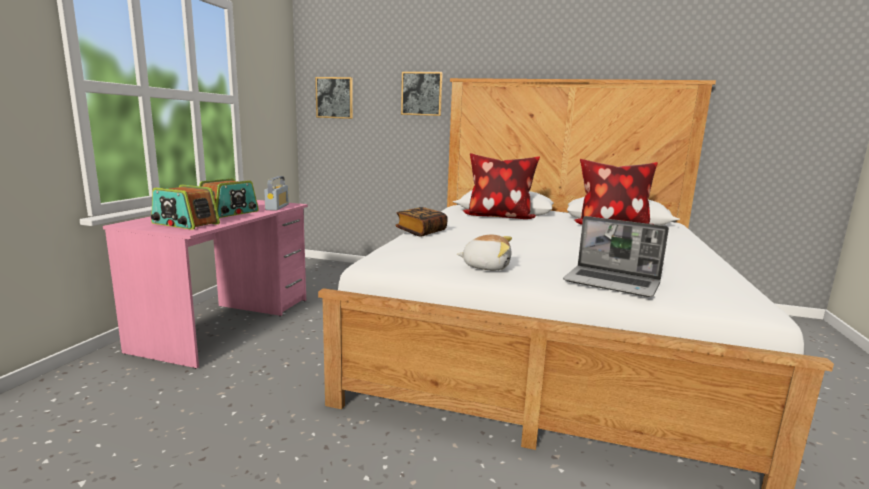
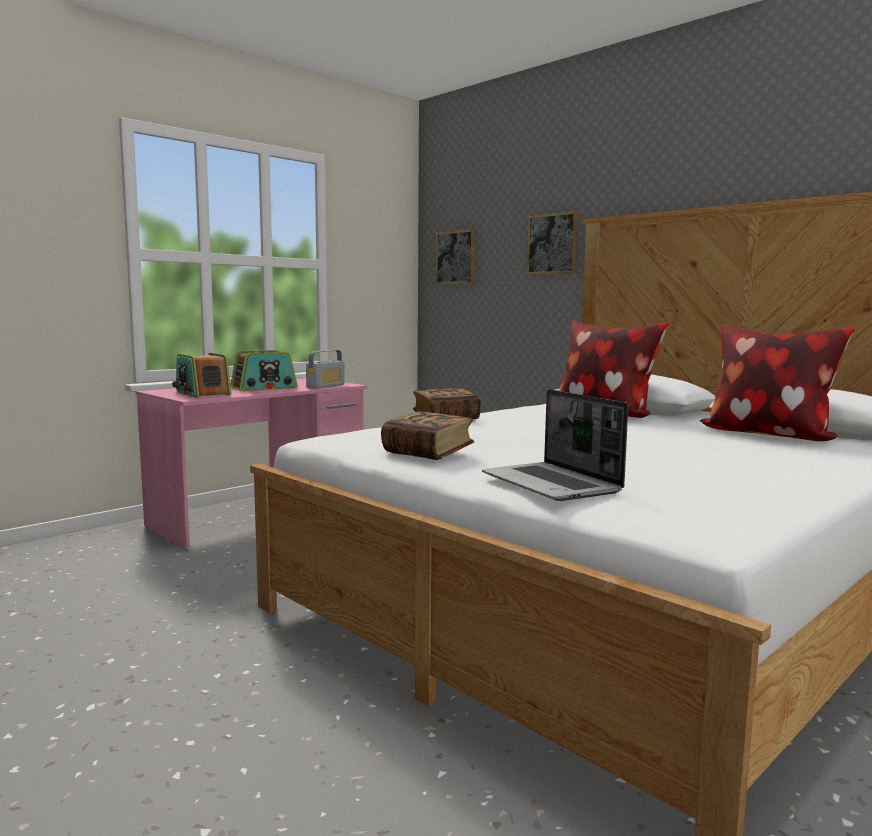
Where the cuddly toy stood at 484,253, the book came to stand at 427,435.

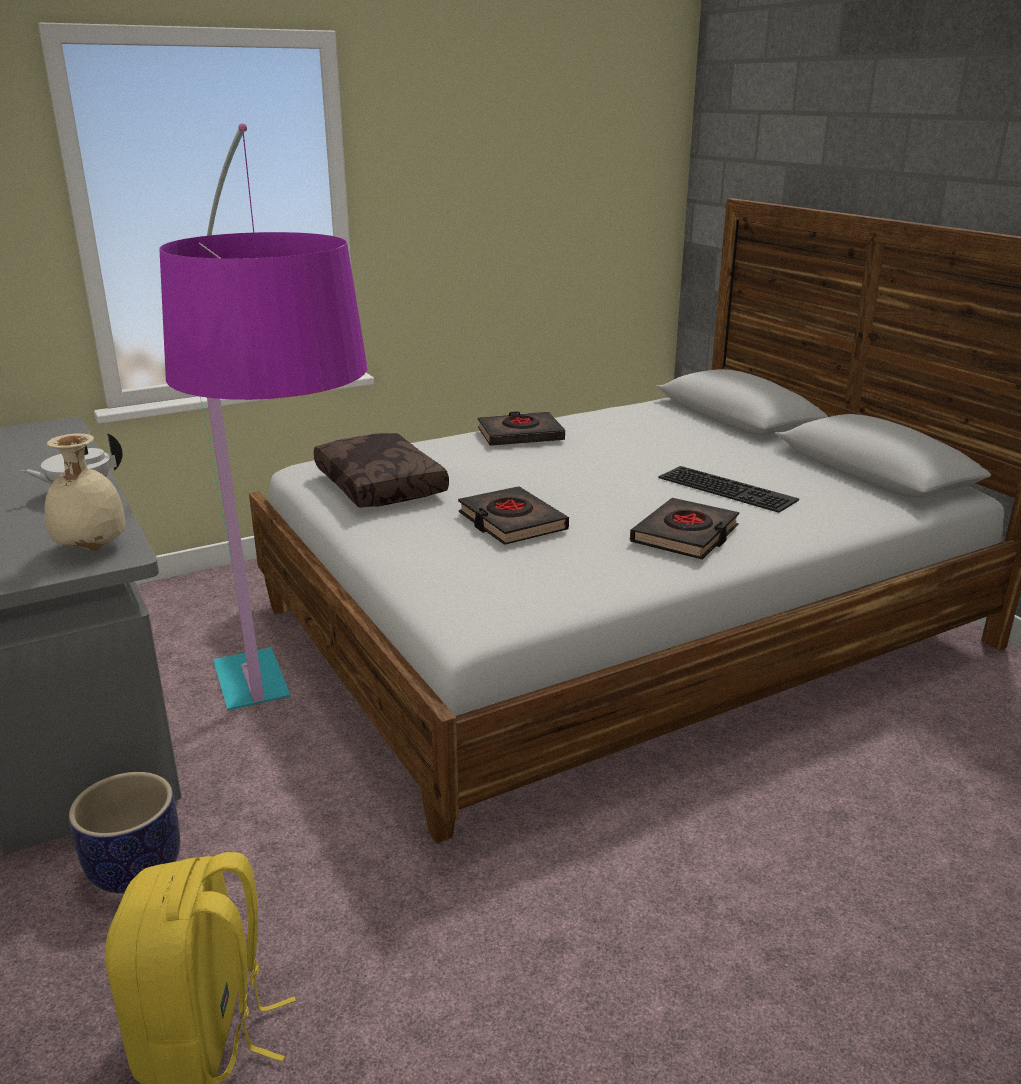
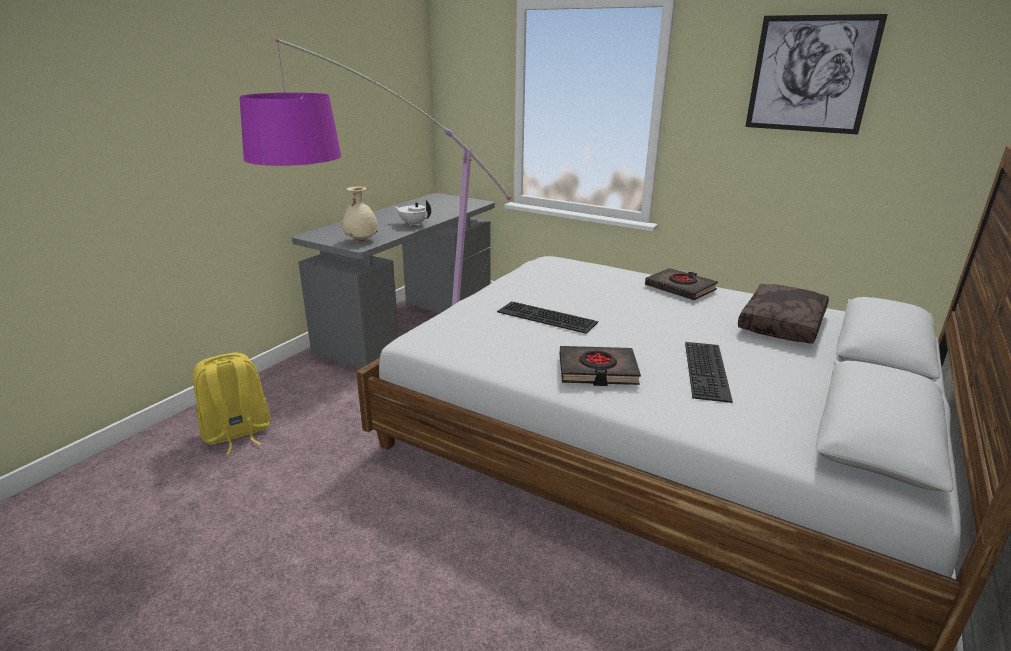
The second view lost the planter at 124,833.
The cushion (brown-coloured) ended up elsewhere, having gone from 381,470 to 783,314.
Where the book (black) stood at 513,515, the computer keyboard came to stand at 547,317.
The second view gained the picture at 816,74.

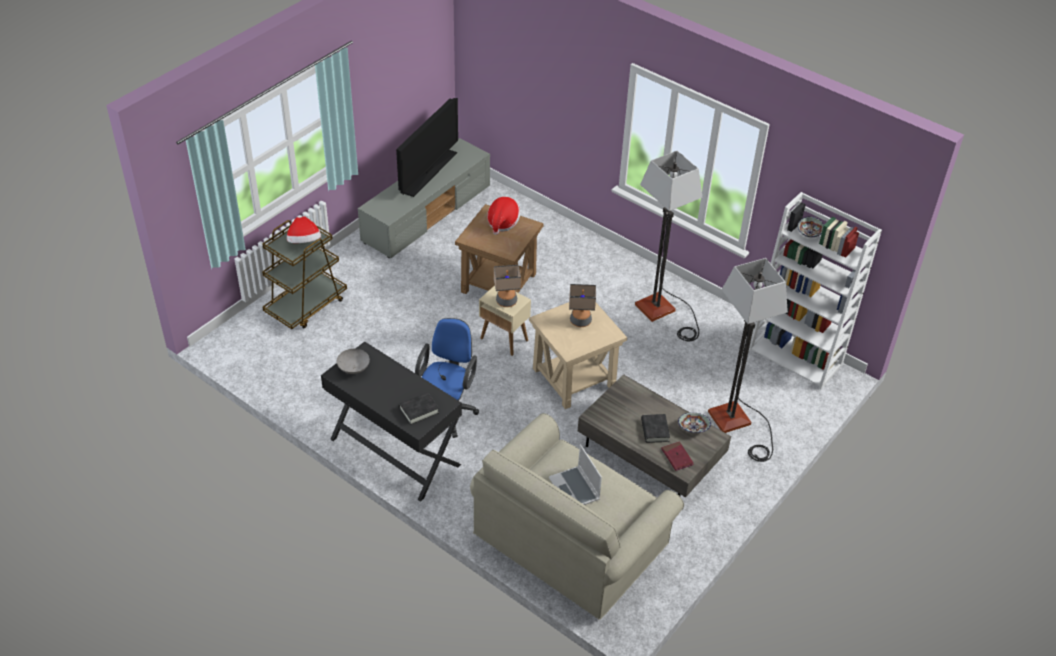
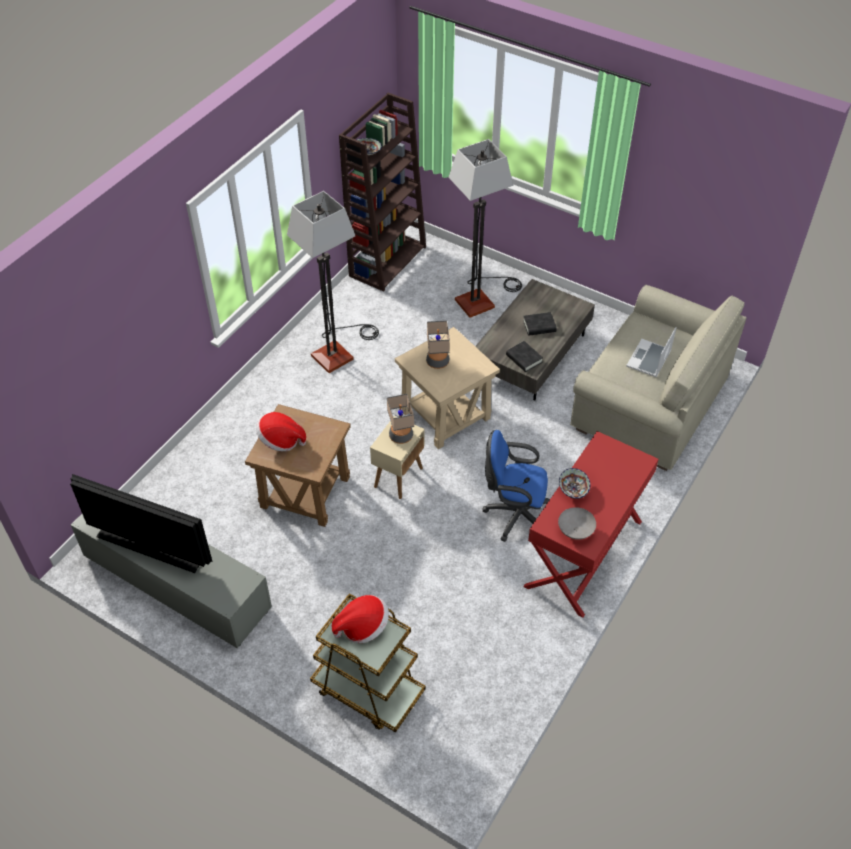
What was the desk table (black) at 391,421 turned into the desk table (red) at 591,524.
The book (black) ended up elsewhere, having gone from 419,409 to 524,356.
The laptop at 575,474 ended up facing another way, 150 degrees clockwise from before.
The second view lost the book (red) at 677,456.
The serving bowl ended up elsewhere, having gone from 694,422 to 574,483.
What was the bookcase (whitish) at 815,290 turned into the bookcase (brown-coloured) at 382,192.

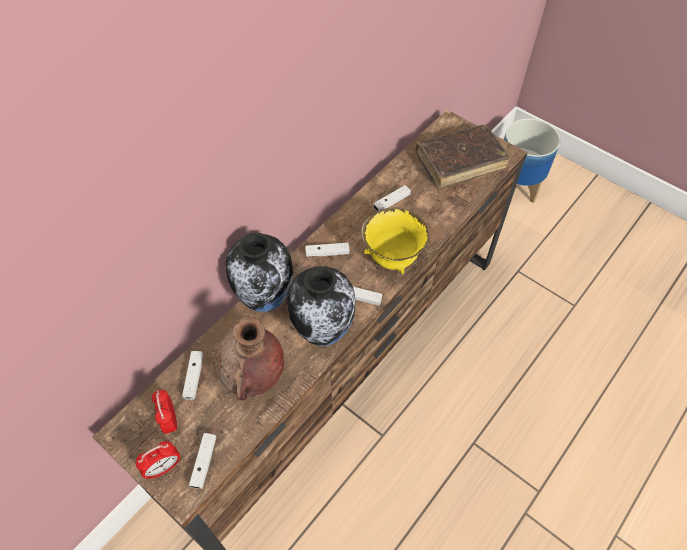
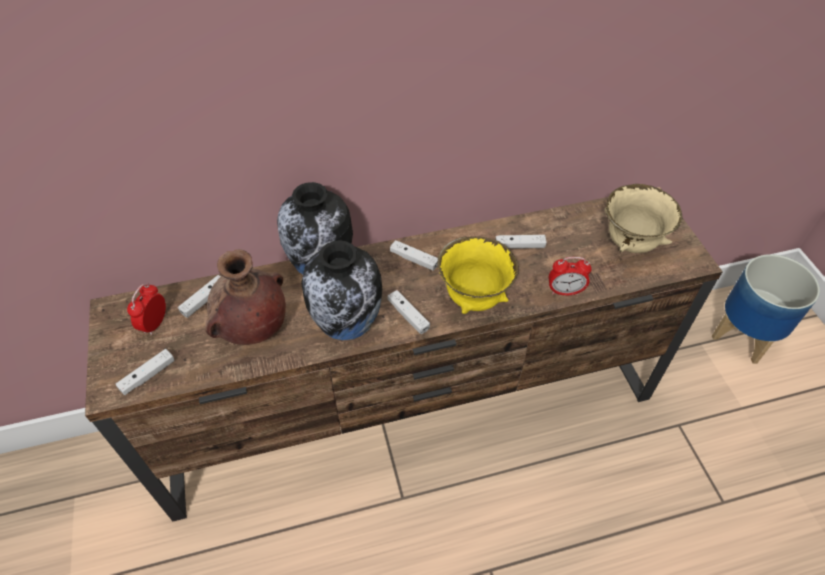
The table clock ended up elsewhere, having gone from 158,460 to 570,276.
Where the book (brown-coloured) stood at 463,157, the serving bowl (beige) came to stand at 644,218.

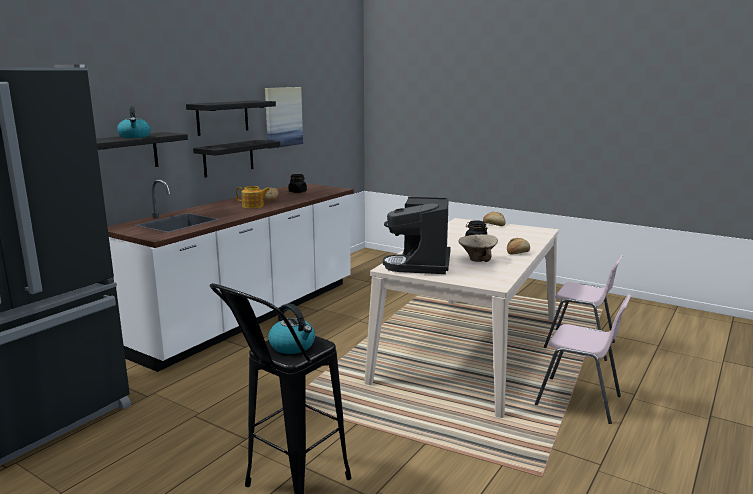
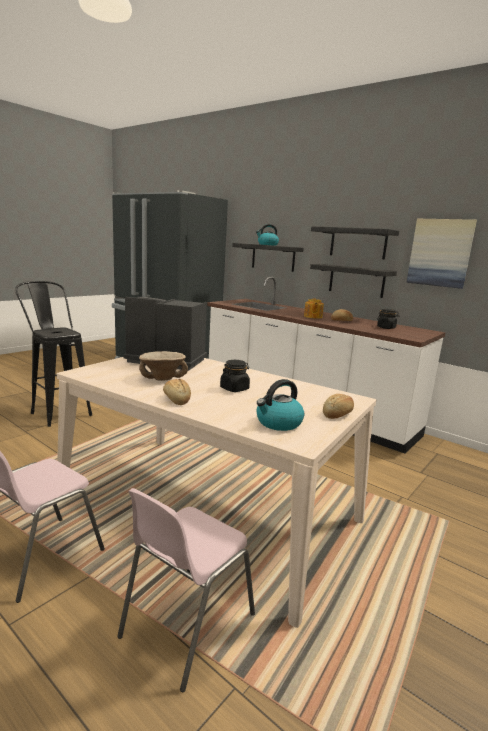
The kettle ended up elsewhere, having gone from 291,328 to 280,405.

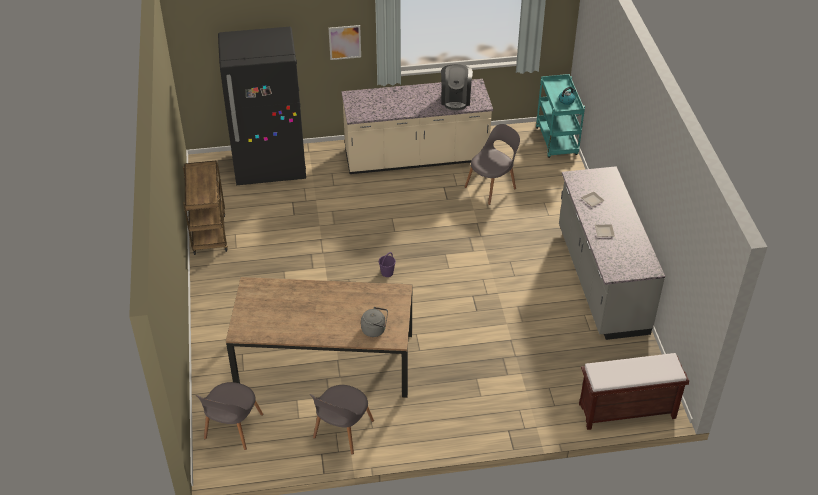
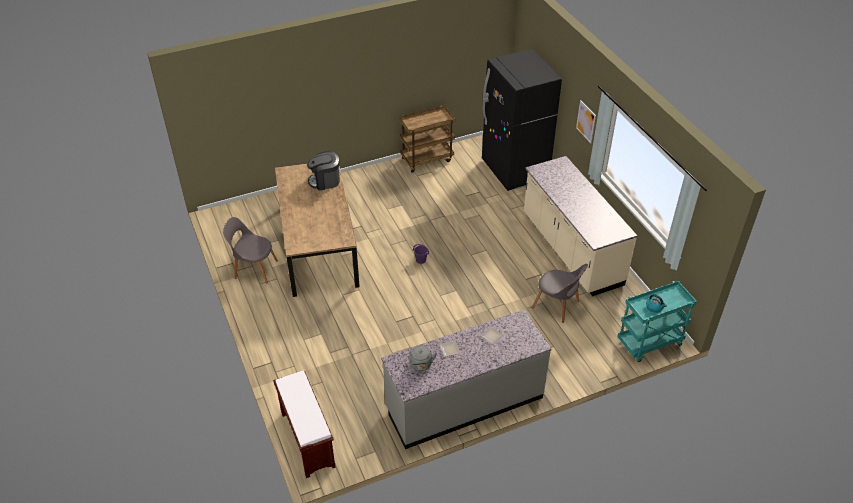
The second view lost the chair (gray) at 229,416.
The kettle (gray) ended up elsewhere, having gone from 374,322 to 423,358.
The coffee machine ended up elsewhere, having gone from 457,87 to 323,171.

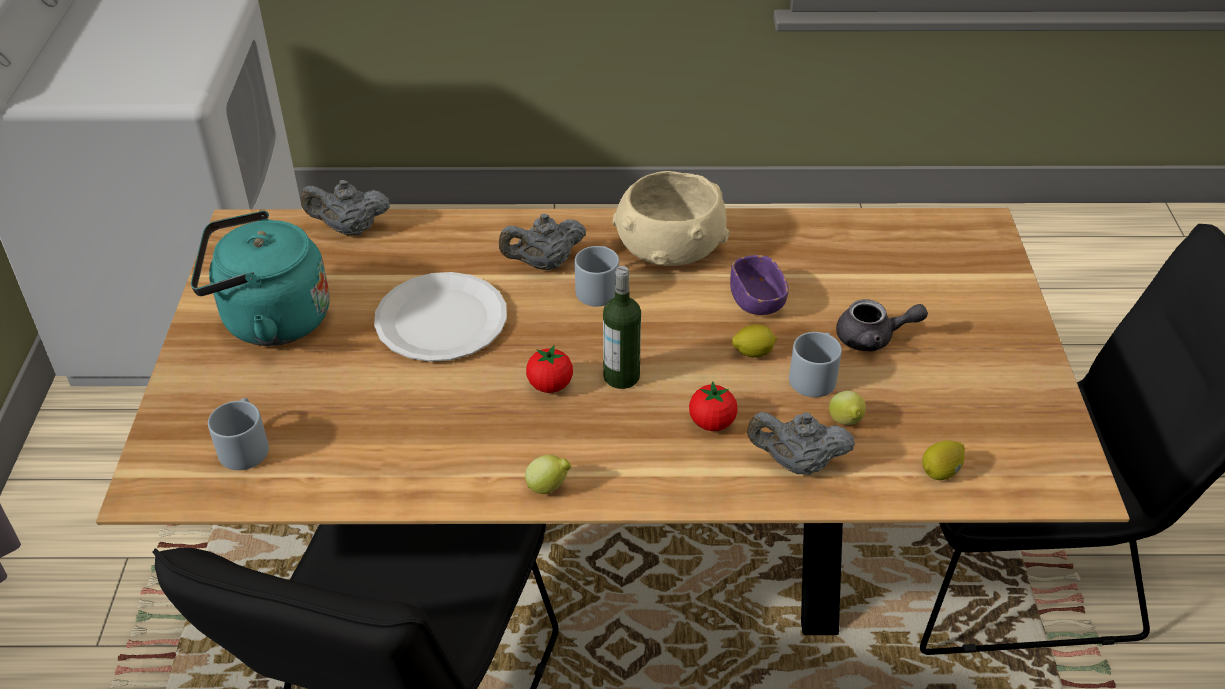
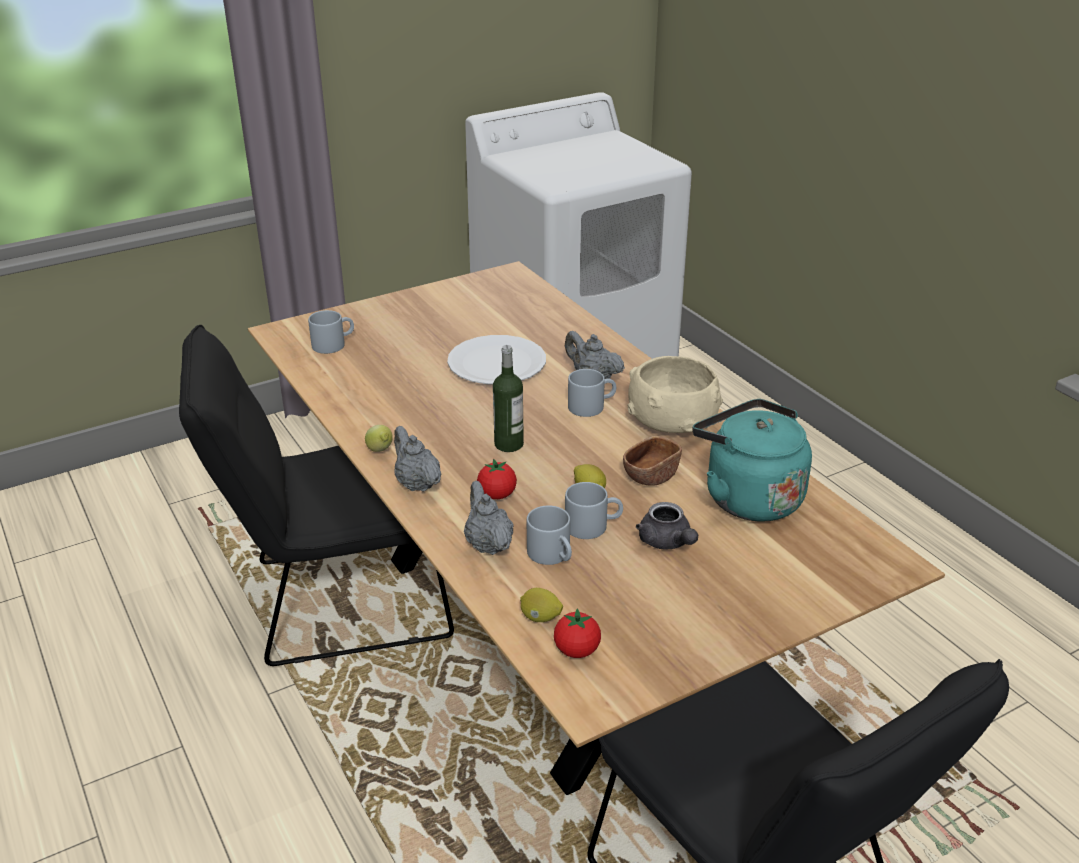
The kettle (turquoise-coloured) ended up elsewhere, having gone from 260,278 to 752,460.
The teapot (gray) ended up elsewhere, having gone from 345,207 to 418,459.
The whole tomato ended up elsewhere, having gone from 549,369 to 577,633.
What was the serving bowl (purple-coloured) at 759,285 turned into the serving bowl (brown-coloured) at 652,461.
Where the whole lemon stood at 847,408, the mug (gray) came to stand at 549,535.

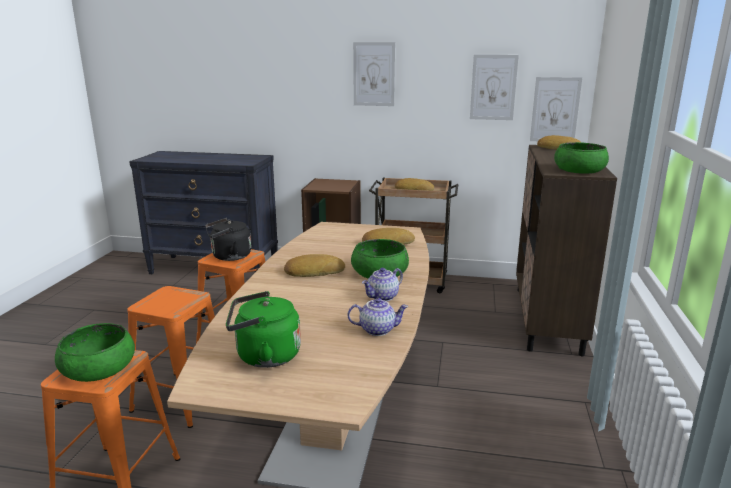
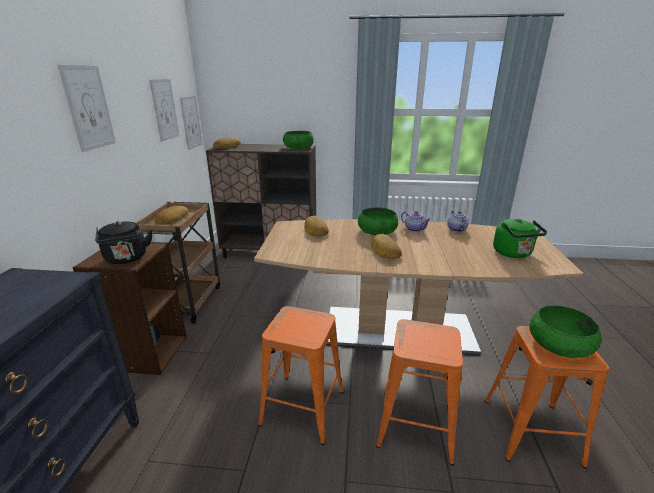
The kettle (black) ended up elsewhere, having gone from 228,239 to 123,242.

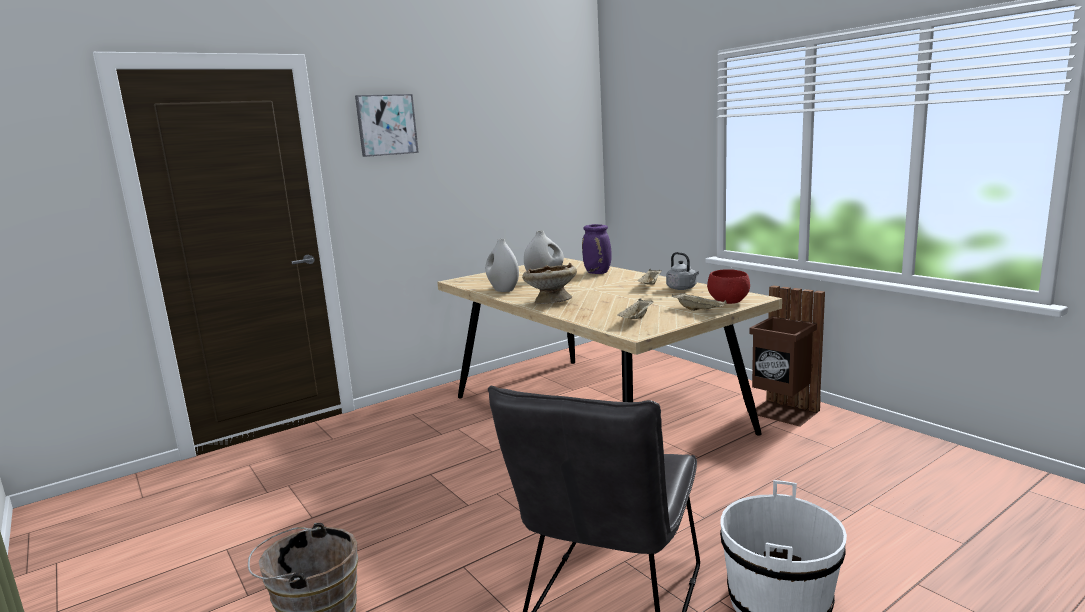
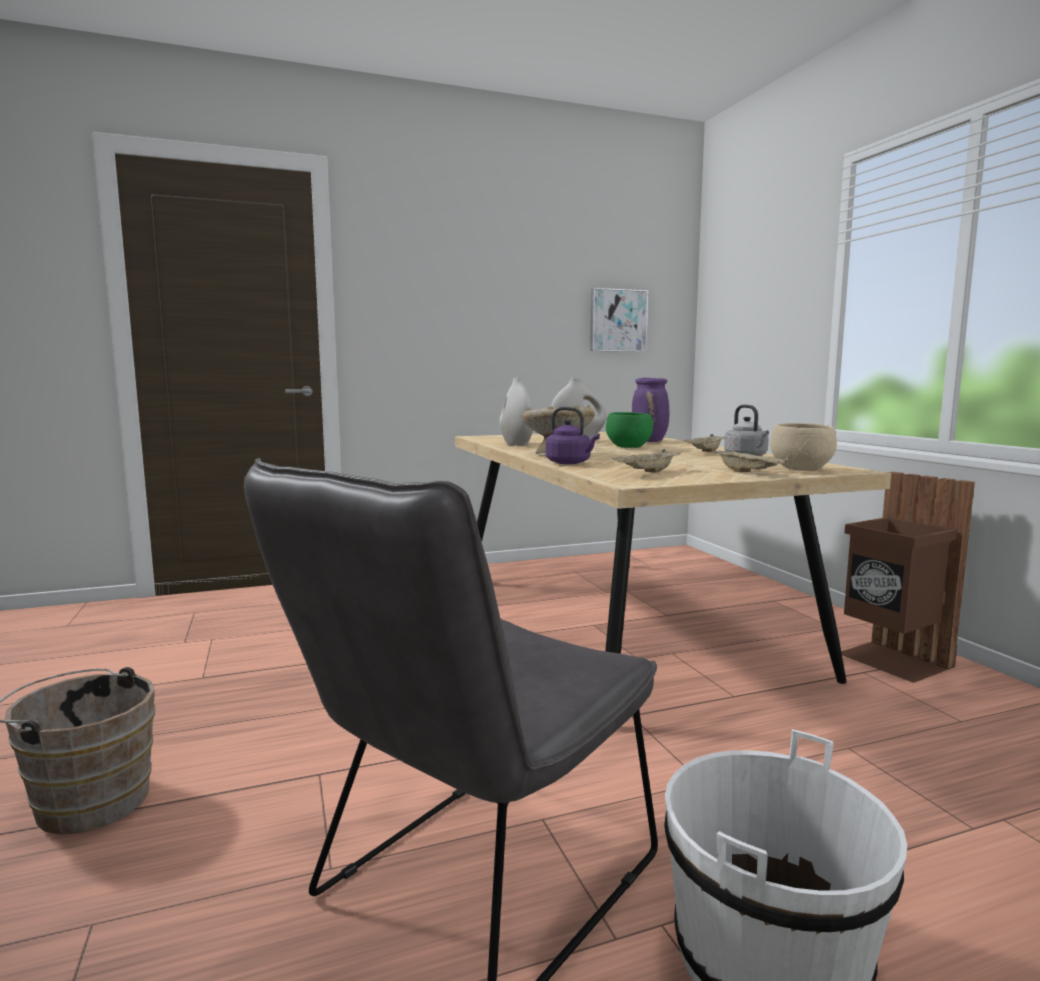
The picture ended up elsewhere, having gone from 387,125 to 619,320.
What was the serving bowl (red) at 728,286 turned into the serving bowl (beige) at 803,447.
The second view gained the kettle (purple-coloured) at 573,435.
The second view gained the serving bowl (green) at 629,430.

